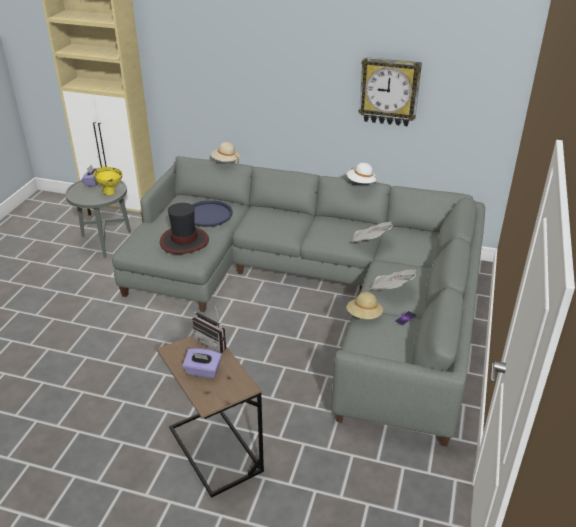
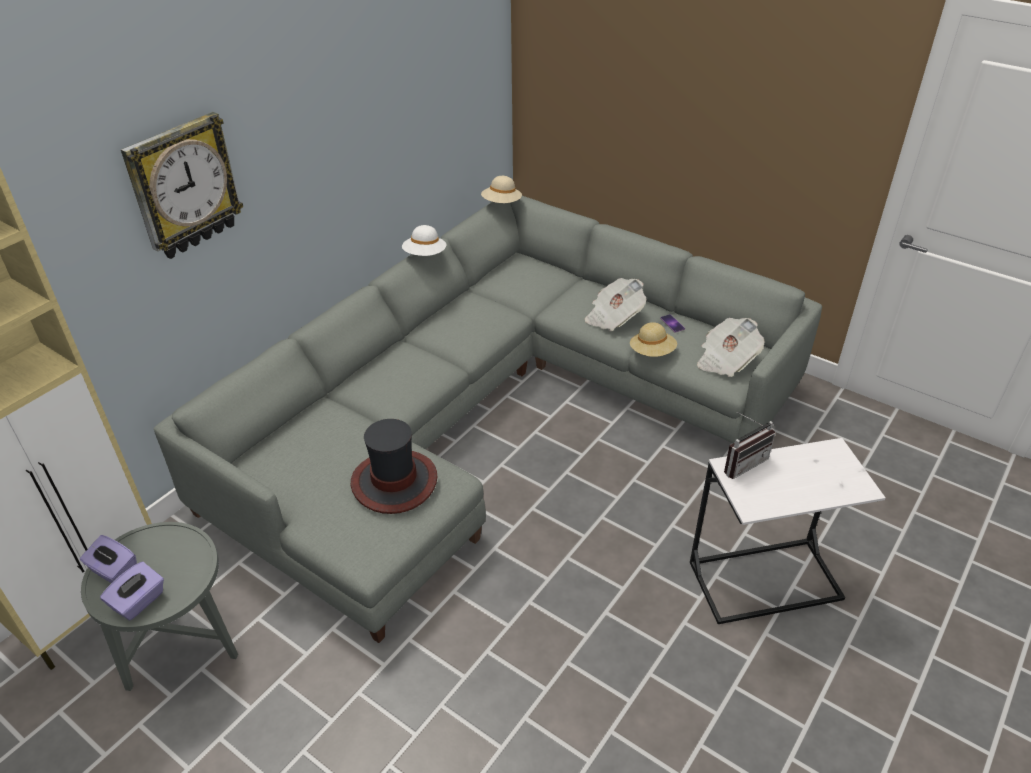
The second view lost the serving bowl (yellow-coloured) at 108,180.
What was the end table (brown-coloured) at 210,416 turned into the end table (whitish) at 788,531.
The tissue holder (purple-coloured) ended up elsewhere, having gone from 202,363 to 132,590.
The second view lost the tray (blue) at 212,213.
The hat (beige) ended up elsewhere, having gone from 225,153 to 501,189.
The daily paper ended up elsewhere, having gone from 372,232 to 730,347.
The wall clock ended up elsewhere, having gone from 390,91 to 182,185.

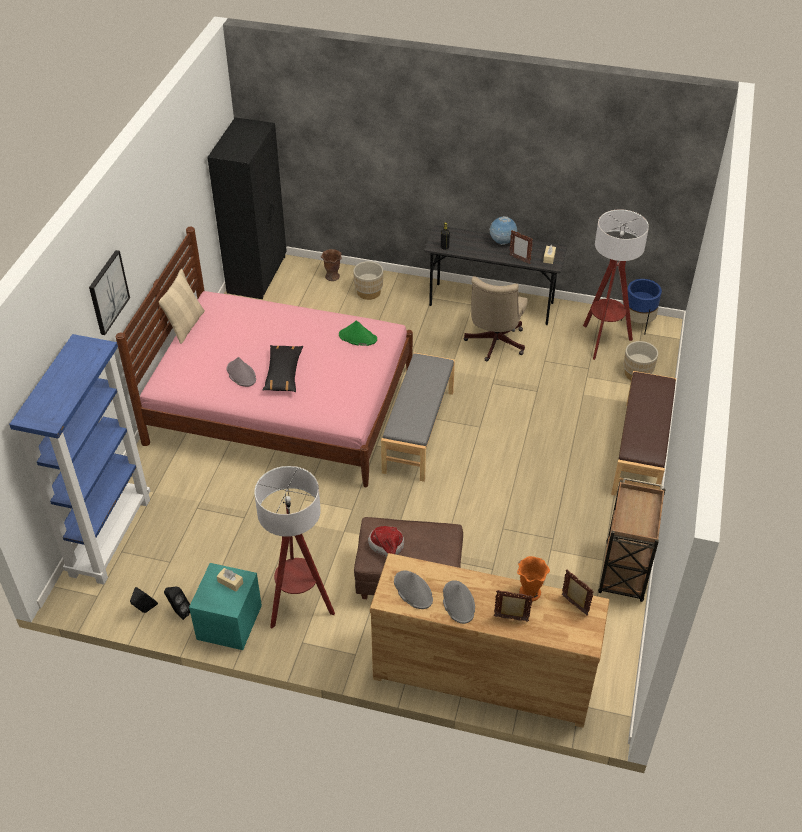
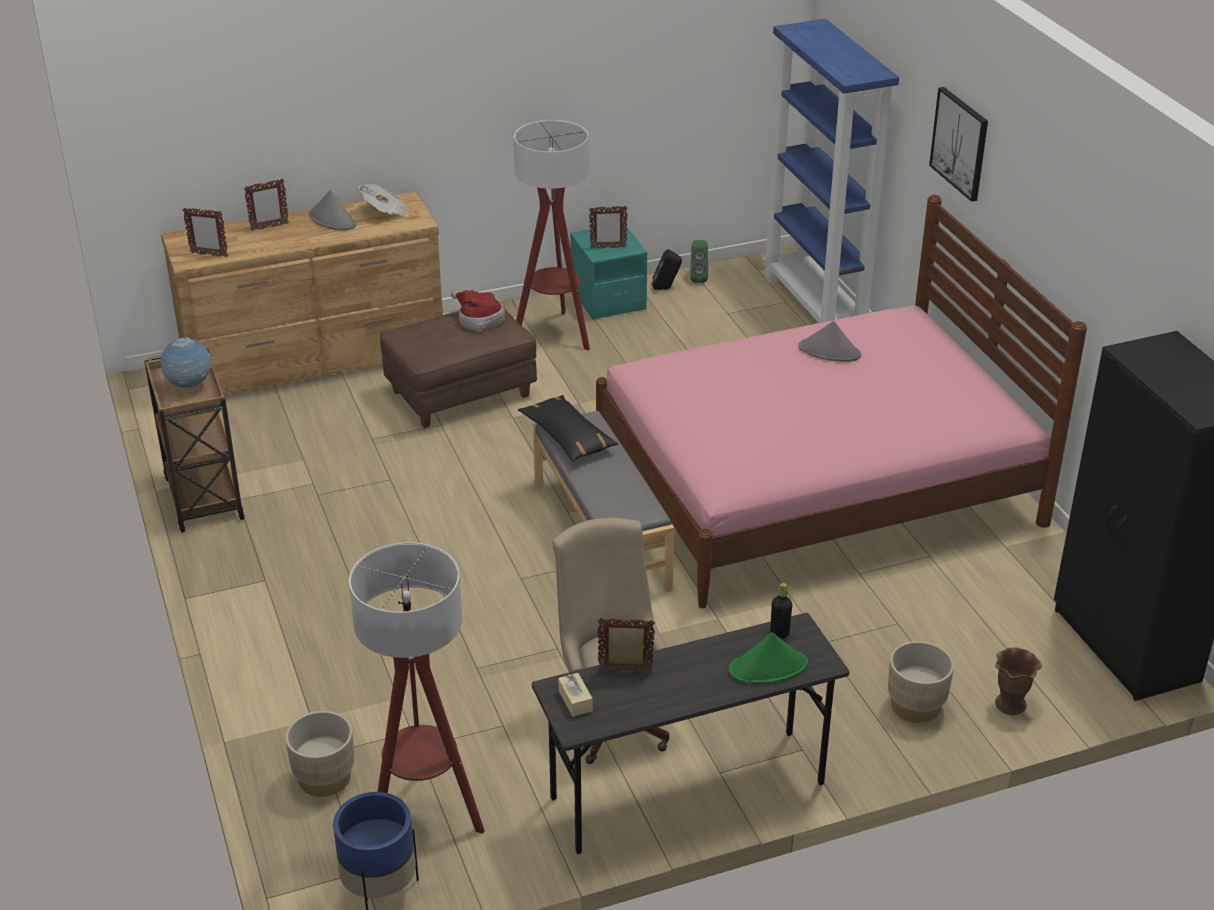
What was the speaker (black) at 144,600 turned into the speaker (green) at 699,261.
The second view lost the cushion (beige) at 182,306.
Where the tissue holder (beige) stood at 230,579, the picture frame came to stand at 608,227.
The cushion (black) ended up elsewhere, having gone from 282,368 to 568,428.
The hat (green) ended up elsewhere, having gone from 358,333 to 768,658.
Where the hat (gray) stood at 413,590, the daily paper came to stand at 383,200.
The world globe ended up elsewhere, having gone from 503,230 to 186,362.
The second view lost the decorative vase (orange-coloured) at 533,579.
The second view lost the indoor bench (brown-coloured) at 643,433.

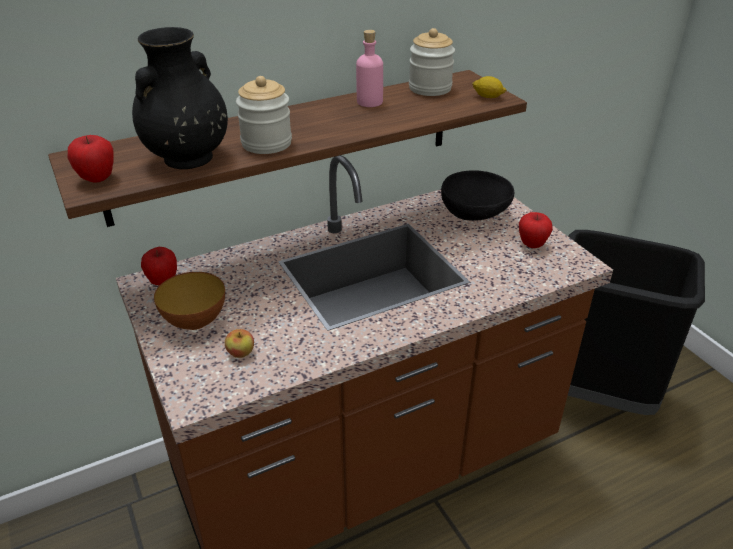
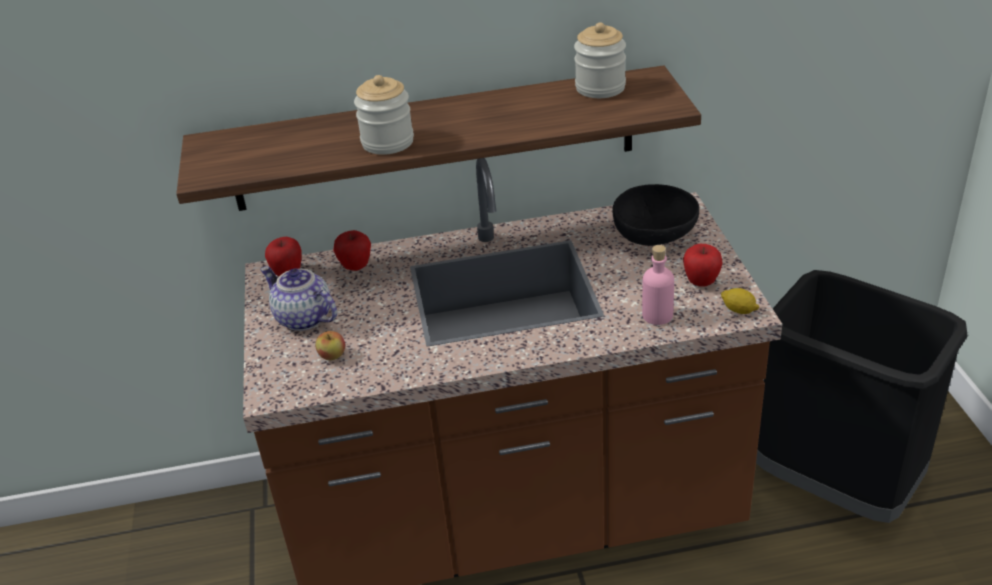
The apple ended up elsewhere, having gone from 90,159 to 352,250.
The second view lost the decorative vase (black) at 180,98.
Where the serving bowl stood at 189,301, the teapot came to stand at 298,298.
The drink bottle (pink) ended up elsewhere, having gone from 369,68 to 658,285.
The whole lemon ended up elsewhere, having gone from 489,87 to 740,301.

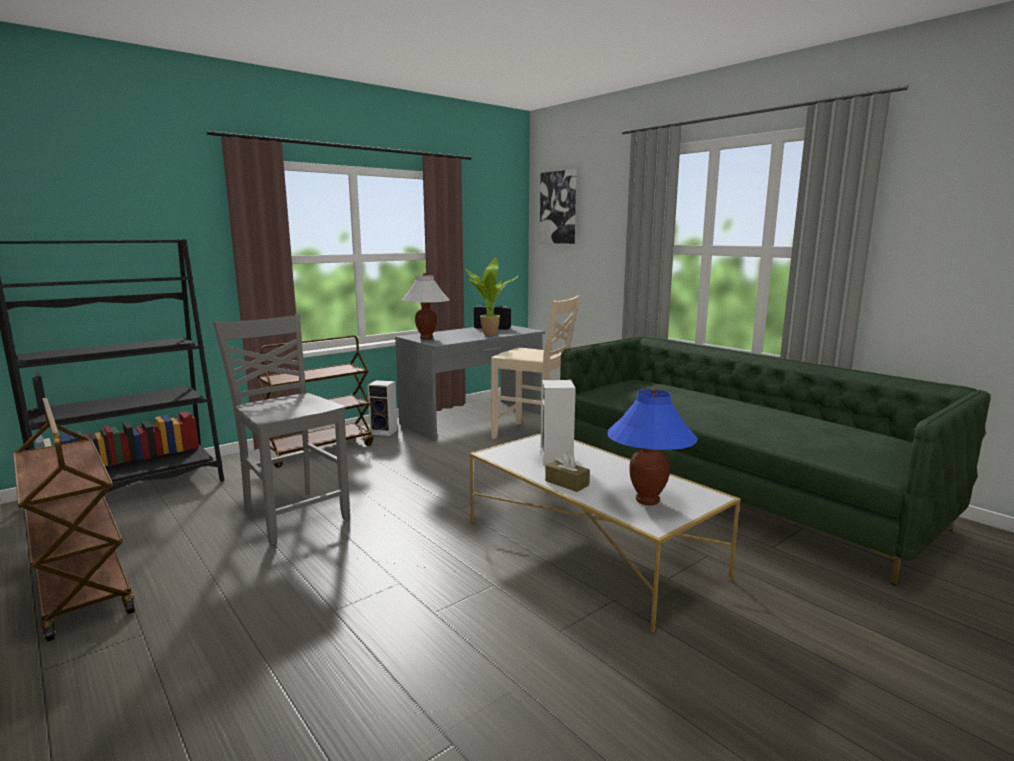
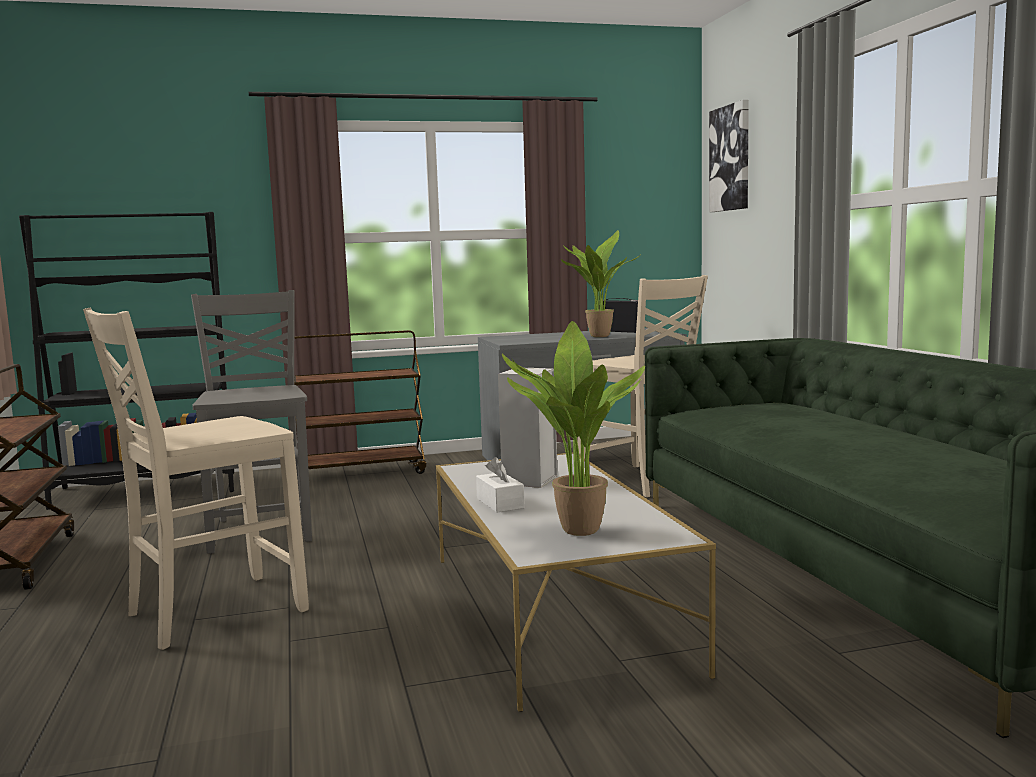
The second view lost the speaker at 382,408.
The second view lost the lamp for a table (whitish) at 425,306.
What was the tissue holder (brown-coloured) at 567,472 turned into the tissue holder (whitish) at 500,485.
Where the lamp for a table (blue) stood at 652,447, the plant in a pot came to stand at 573,428.
The second view gained the chair (beige) at 196,478.

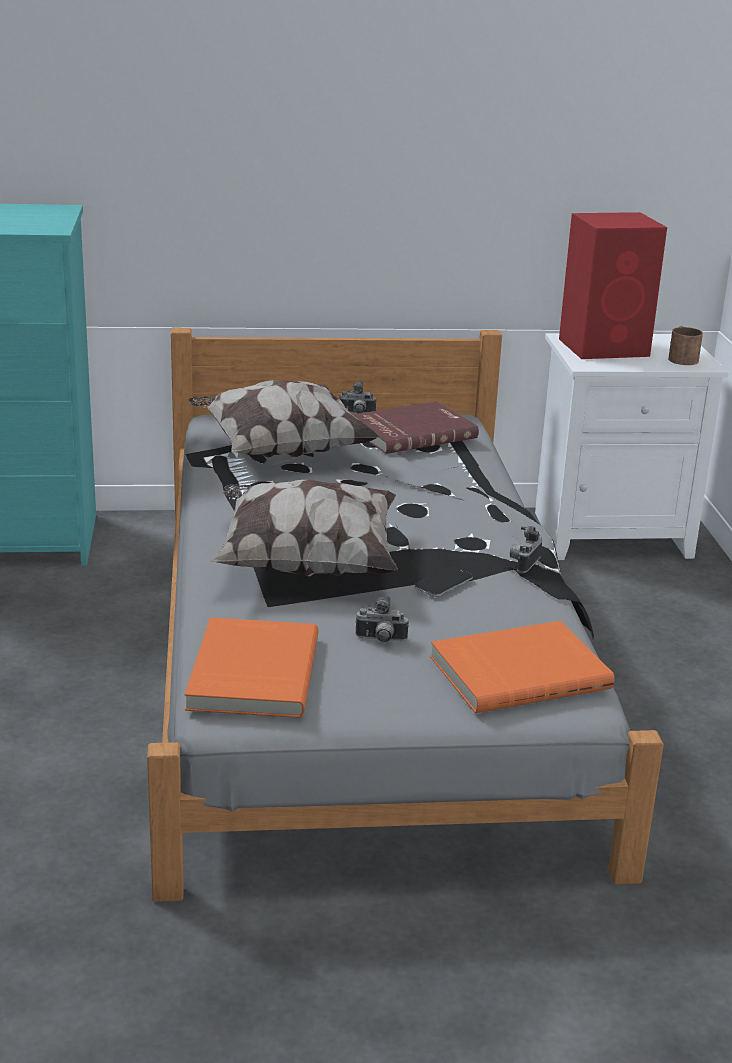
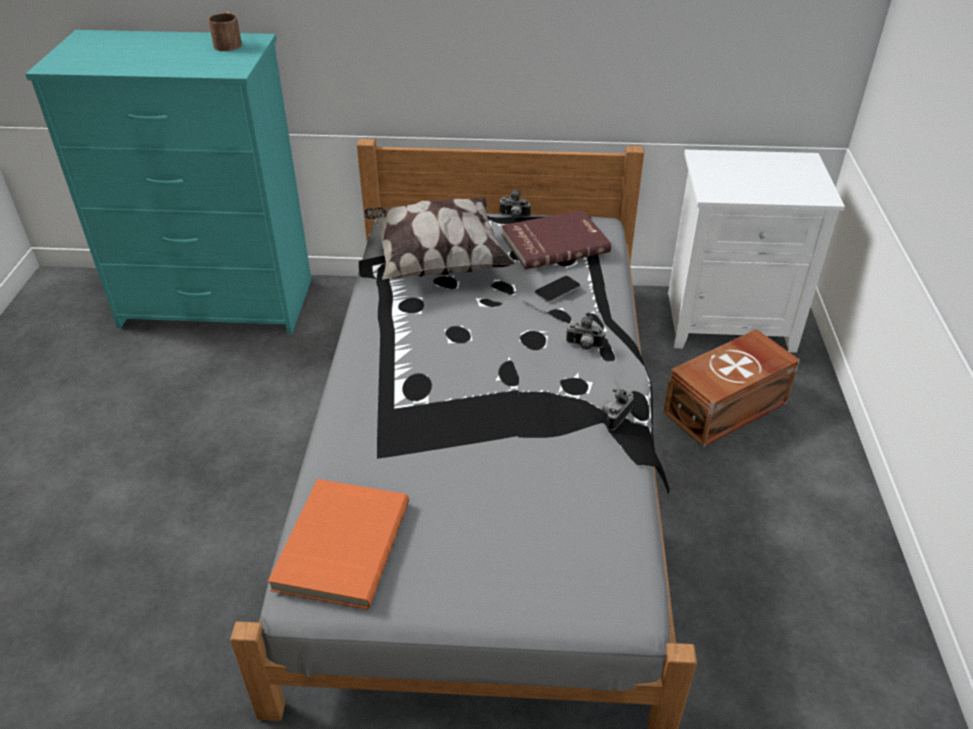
The second view lost the cushion at 304,528.
The photo camera ended up elsewhere, having gone from 381,619 to 585,332.
The handset ended up elsewhere, having gone from 443,581 to 557,289.
The second view lost the book (orange-coloured) at 522,667.
The second view lost the speaker (red) at 613,285.
The mug (brown-coloured) ended up elsewhere, having gone from 685,345 to 225,31.
The second view gained the storage bin (brown-coloured) at 731,388.

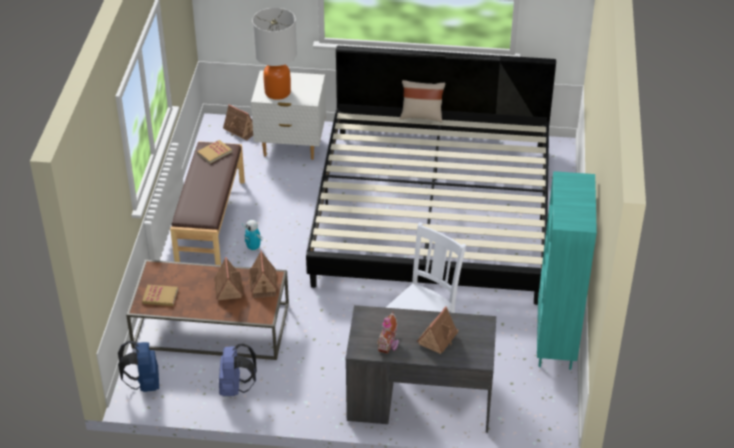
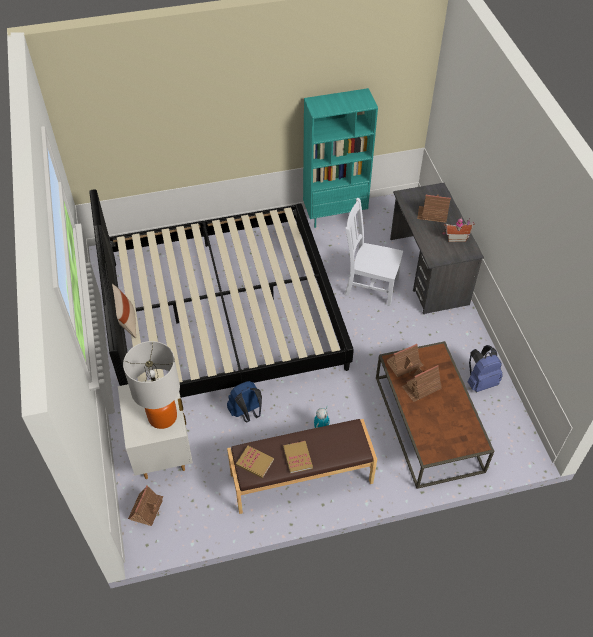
The knapsack (blue) ended up elsewhere, having gone from 138,366 to 244,401.
The book ended up elsewhere, having gone from 160,295 to 298,457.

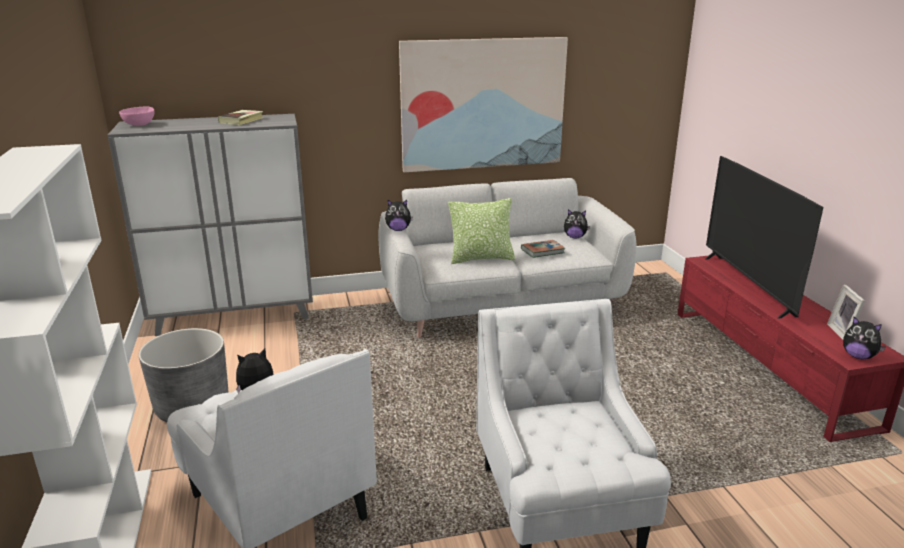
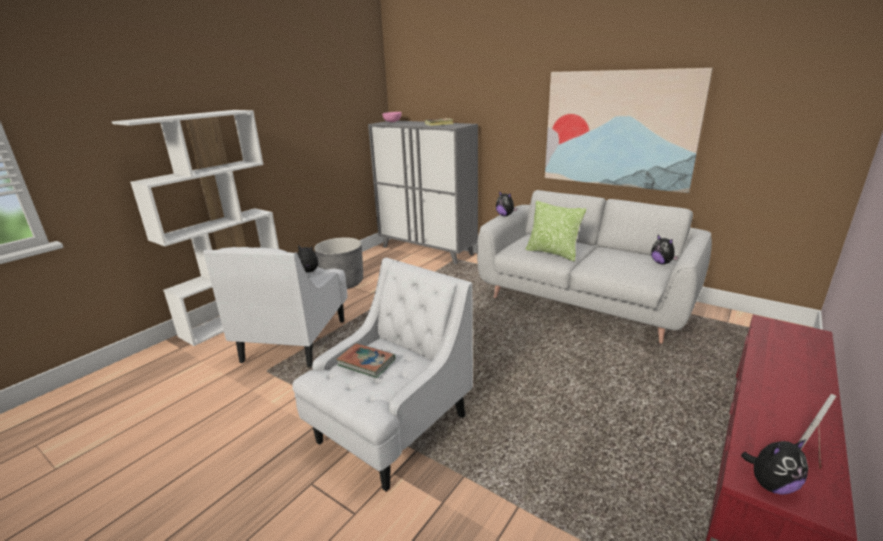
The book ended up elsewhere, having gone from 543,249 to 365,360.
The second view lost the television at 764,237.
The cuddly toy at 864,338 ended up facing another way, 105 degrees counterclockwise from before.

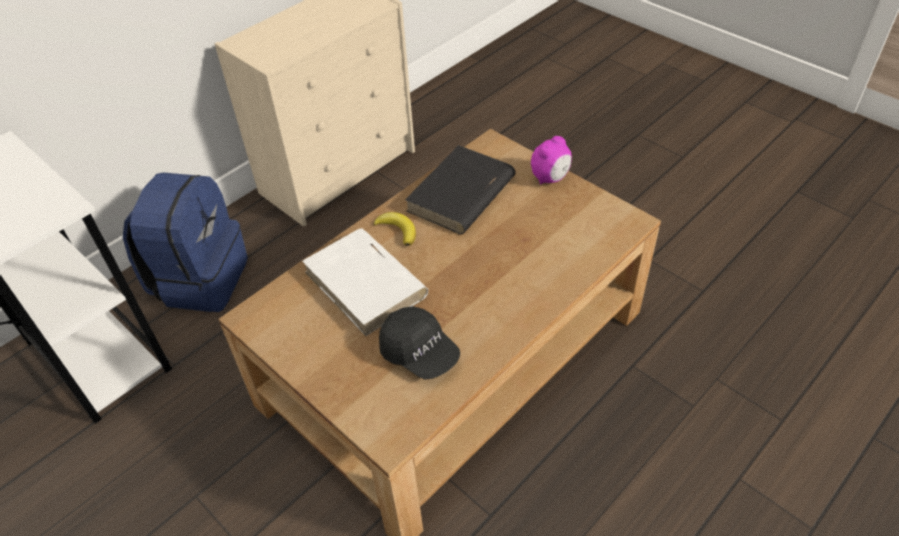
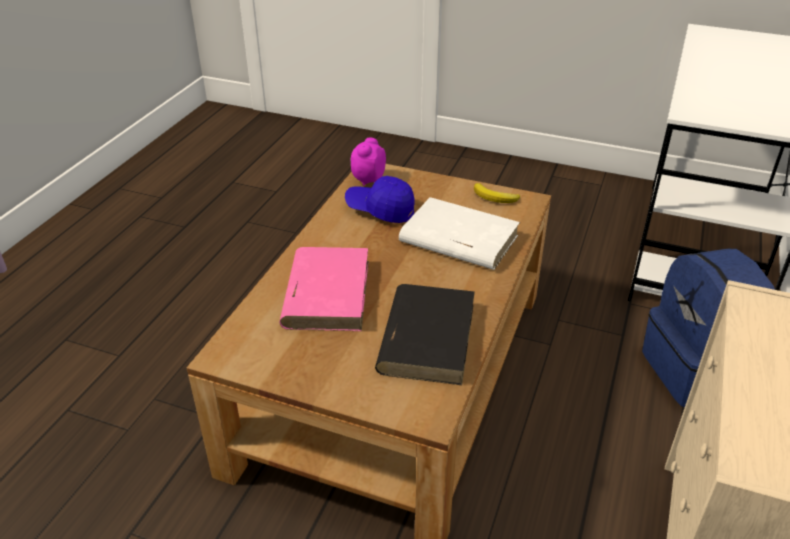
The banana fruit ended up elsewhere, having gone from 395,229 to 497,193.
What was the cap (black) at 419,343 turned into the cap (blue) at 380,199.
The table clock ended up elsewhere, having gone from 551,160 to 368,162.
The second view gained the book (pink) at 324,289.

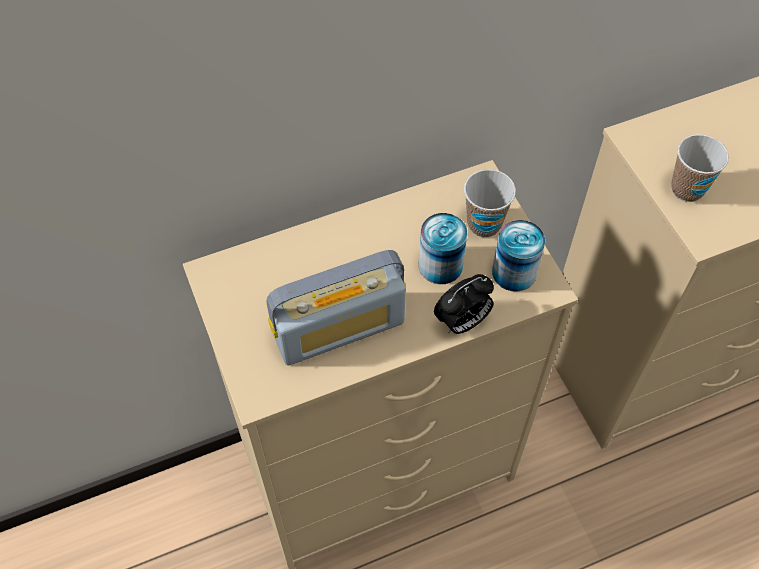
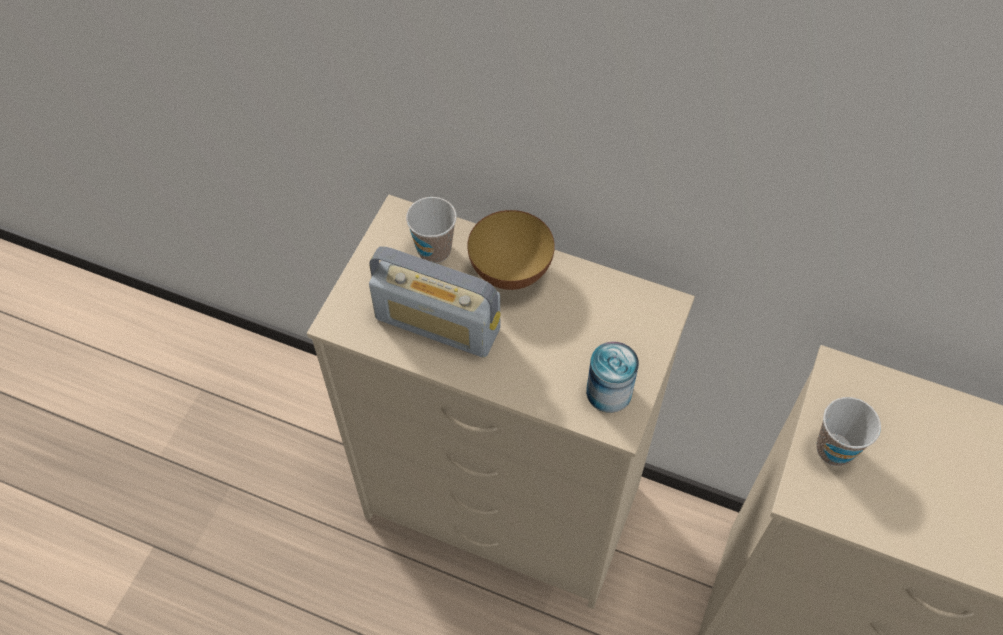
The second view lost the can at 443,248.
The second view lost the table clock at 464,304.
The small cup ended up elsewhere, having gone from 490,203 to 431,230.
The second view gained the serving bowl at 511,250.

